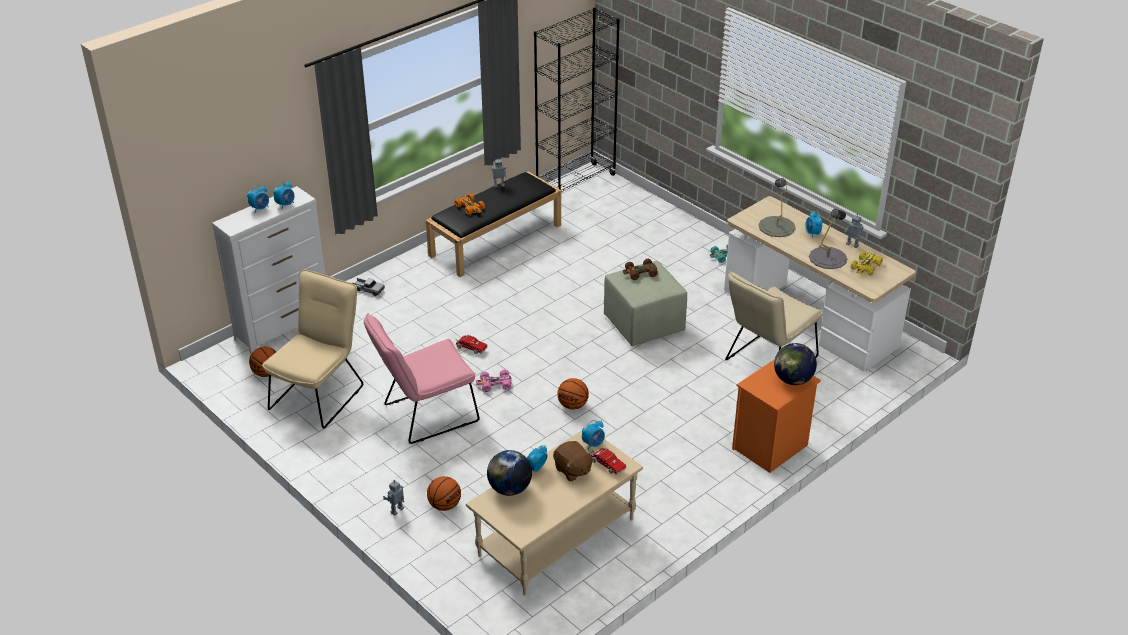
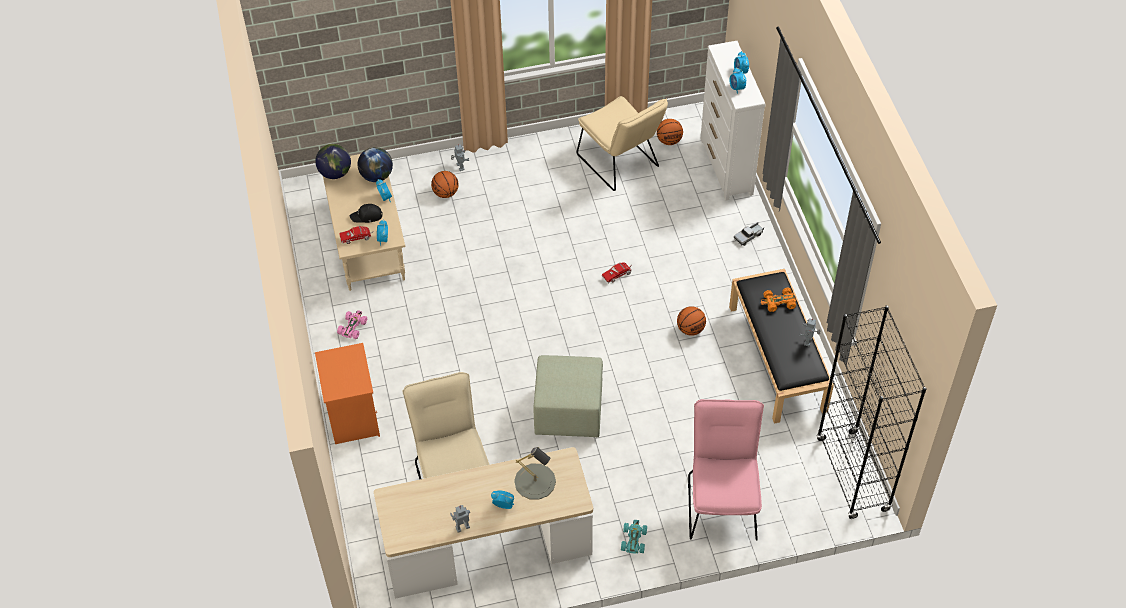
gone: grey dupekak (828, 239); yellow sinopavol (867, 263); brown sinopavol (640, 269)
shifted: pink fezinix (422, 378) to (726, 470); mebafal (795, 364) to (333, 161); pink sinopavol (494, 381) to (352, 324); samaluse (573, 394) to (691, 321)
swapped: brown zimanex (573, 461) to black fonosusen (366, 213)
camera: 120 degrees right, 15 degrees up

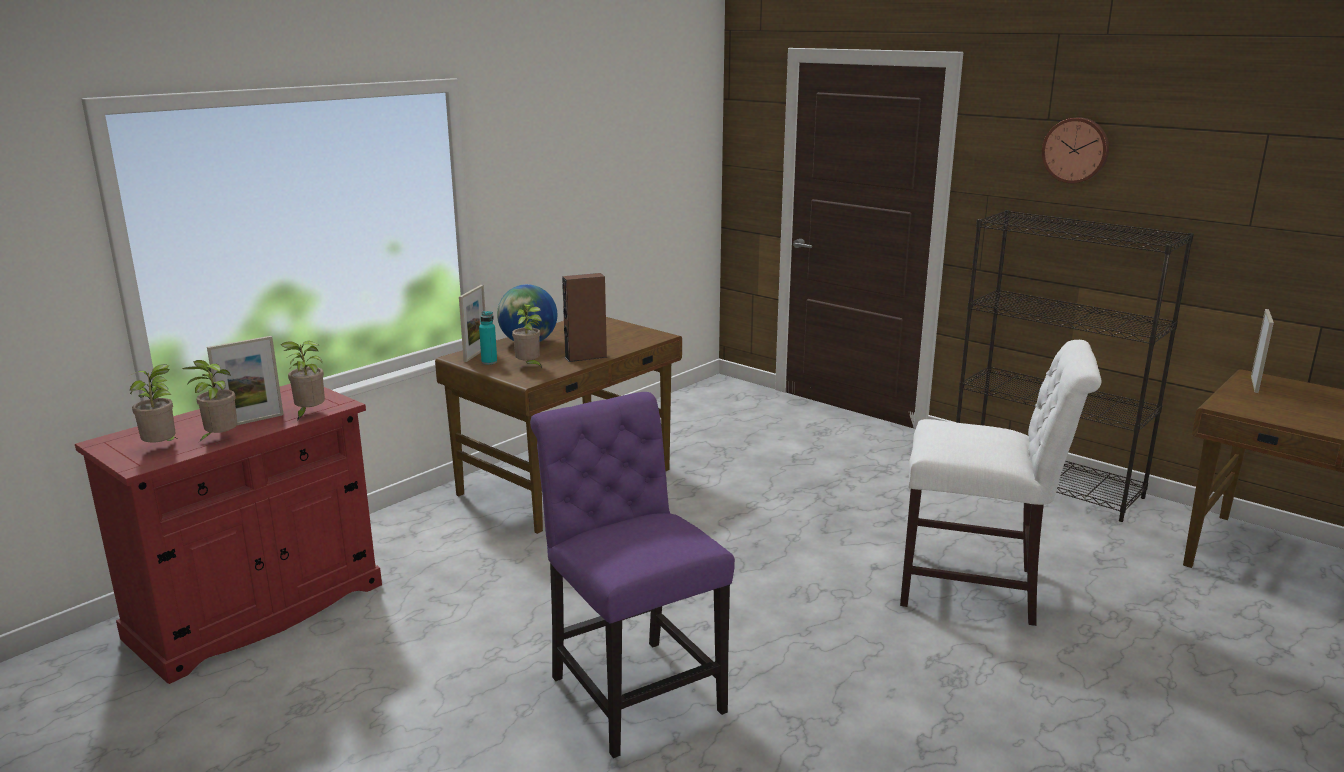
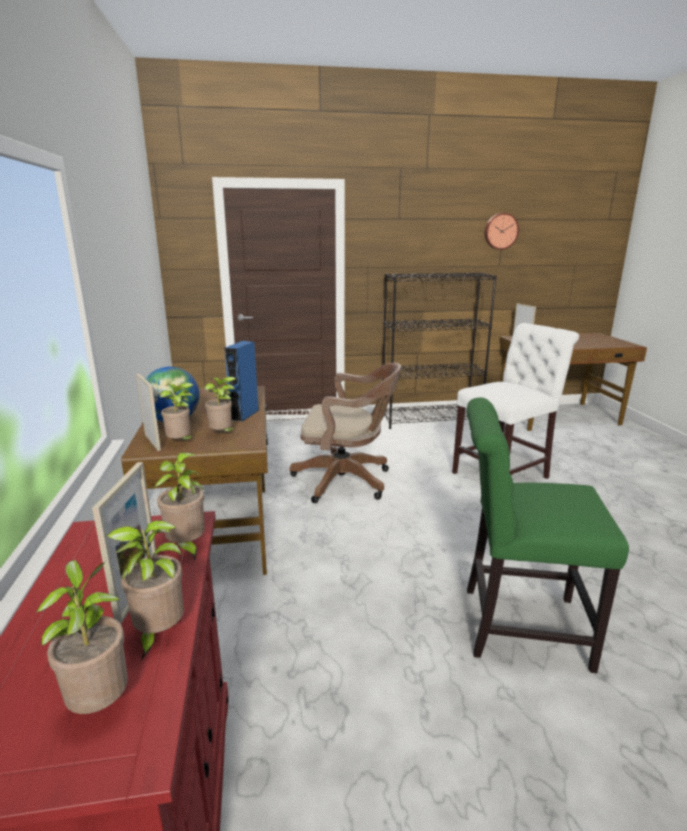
new: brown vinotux (345, 433)
shifted: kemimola (1075, 150) to (502, 231)
swapped: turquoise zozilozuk (488, 338) to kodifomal (177, 411)
repainted: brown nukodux (584, 317) to blue nukodux (241, 381); purple fezinix (632, 575) to green fezinix (548, 535)
camera: 50 degrees left, 0 degrees up

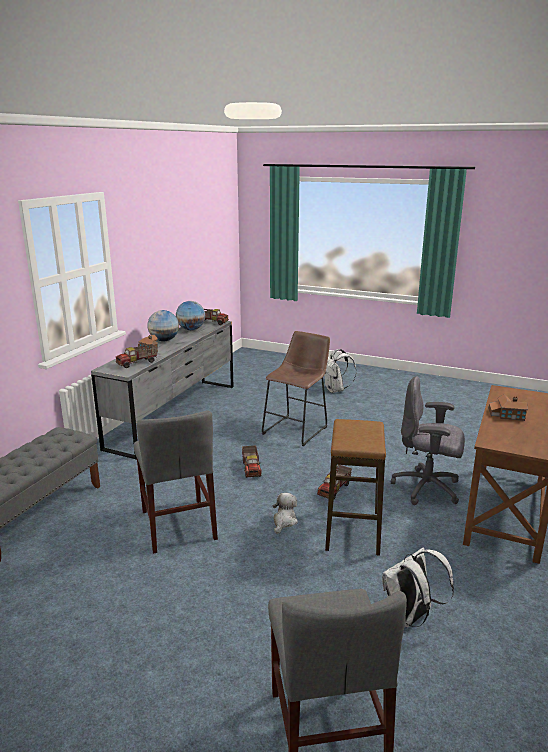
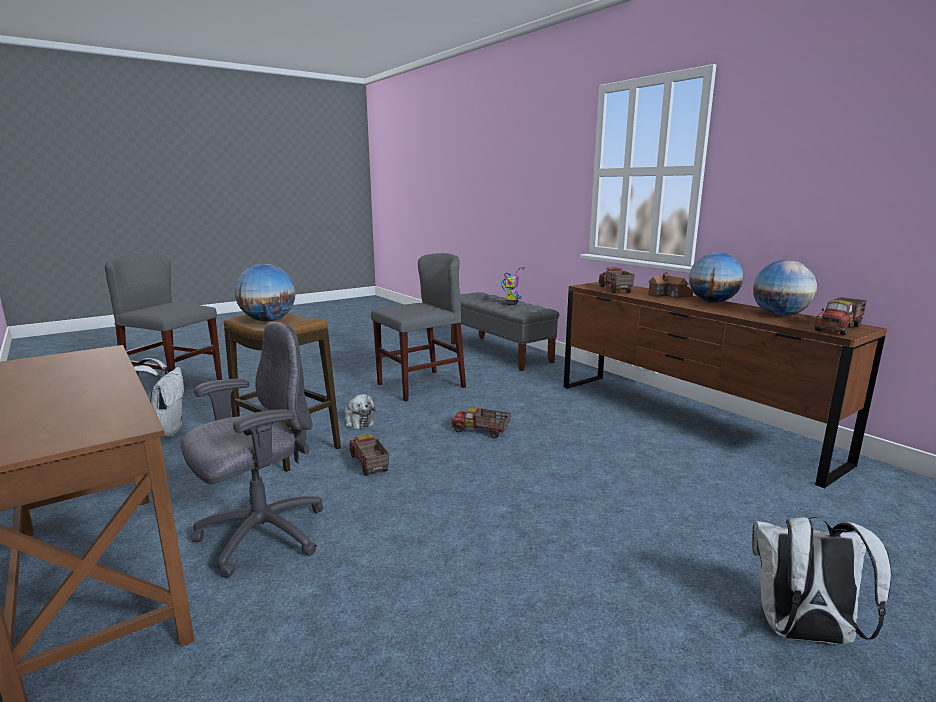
gone: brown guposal (296, 388); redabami (508, 407)
new: mebafal (265, 292); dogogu (513, 286)
repainted: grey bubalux (162, 389) to brown bubalux (725, 385)
rotated: grey fezinix (176, 482) = (418, 327) 135 degrees clockwise
camera: 120 degrees right, 5 degrees down

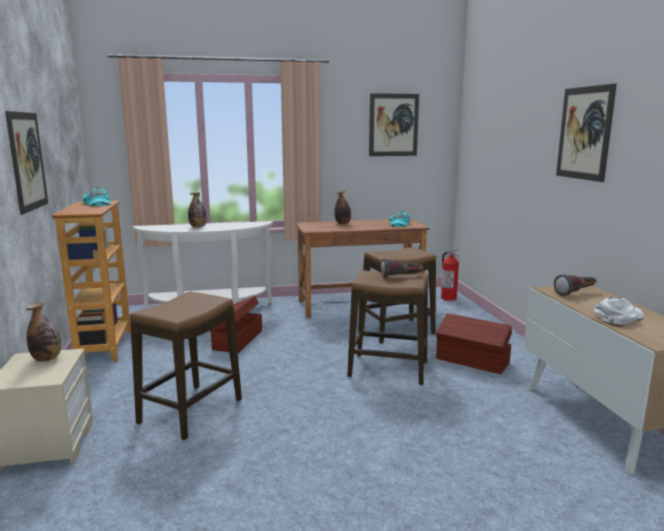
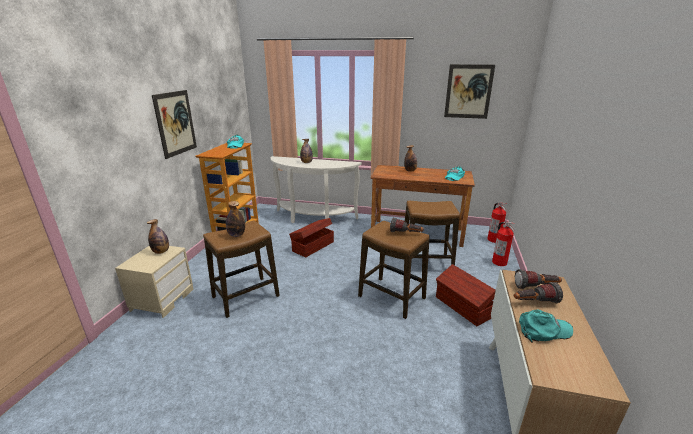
gone: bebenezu (586, 132)
new: zozilozuk (235, 219); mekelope (503, 244); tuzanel (538, 293)
repainted: white fonosusen (619, 312) to turquoise fonosusen (546, 326)
camera: 25 degrees right, 10 degrees up

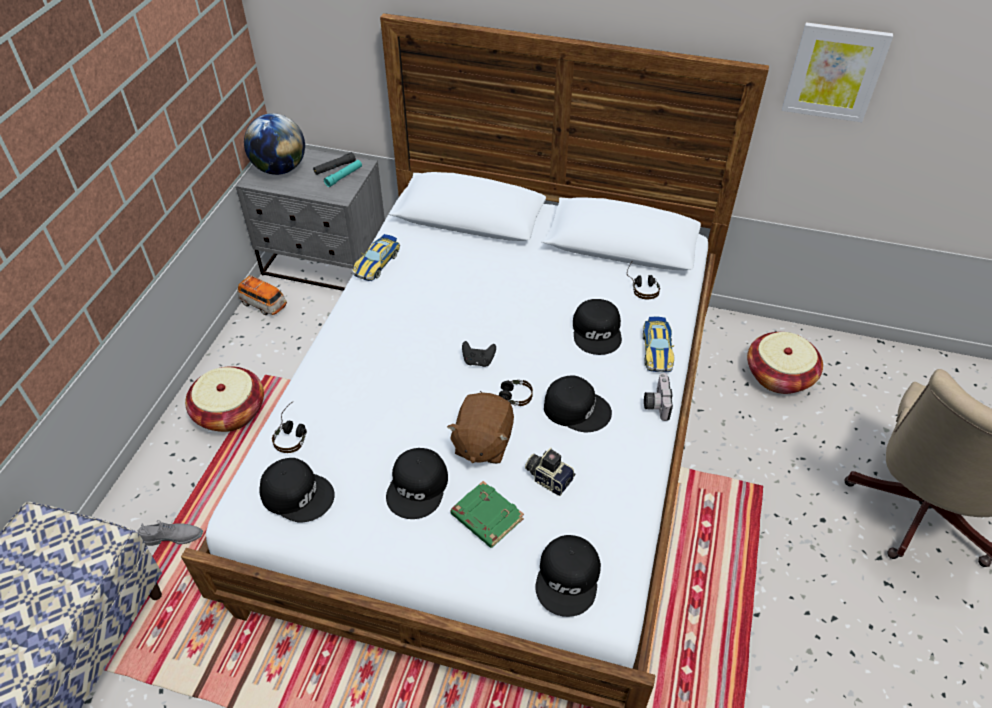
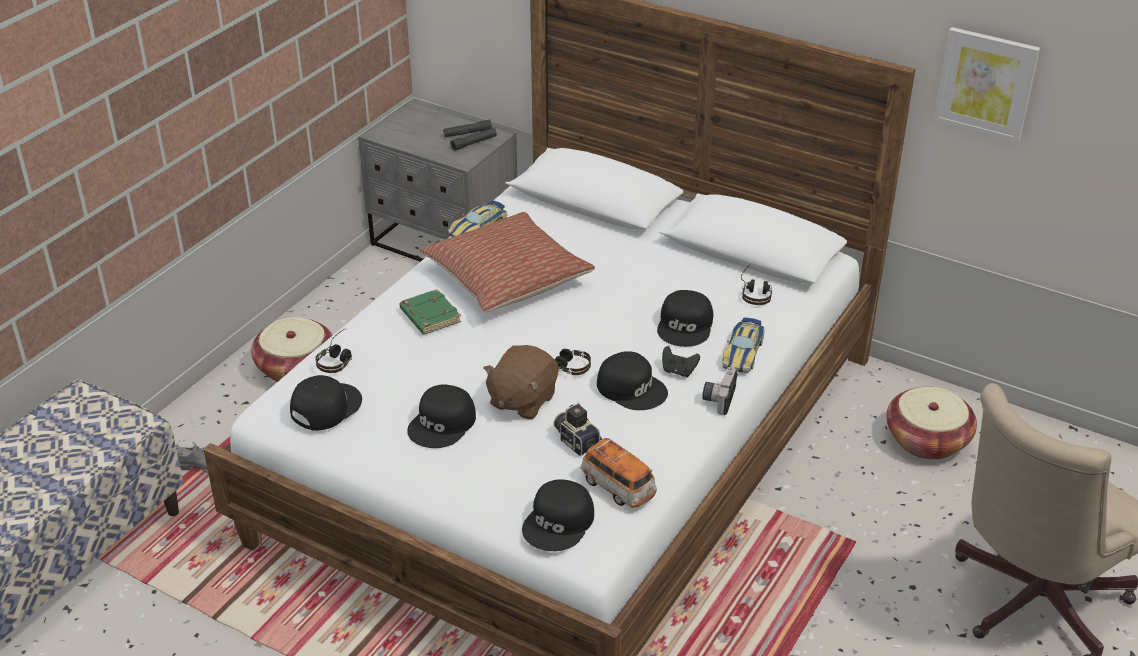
gone: mebafal (274, 144)
new: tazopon (507, 262)
shifted: sinopavol (262, 295) to (618, 473); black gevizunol (479, 354) to (681, 361); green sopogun (487, 514) to (430, 312)
repainted: turquoise tuzanel (343, 173) to black tuzanel (473, 139)
rotated: black fonosusen (297, 490) = (326, 403) 90 degrees counterclockwise
camera: 15 degrees right, 10 degrees down

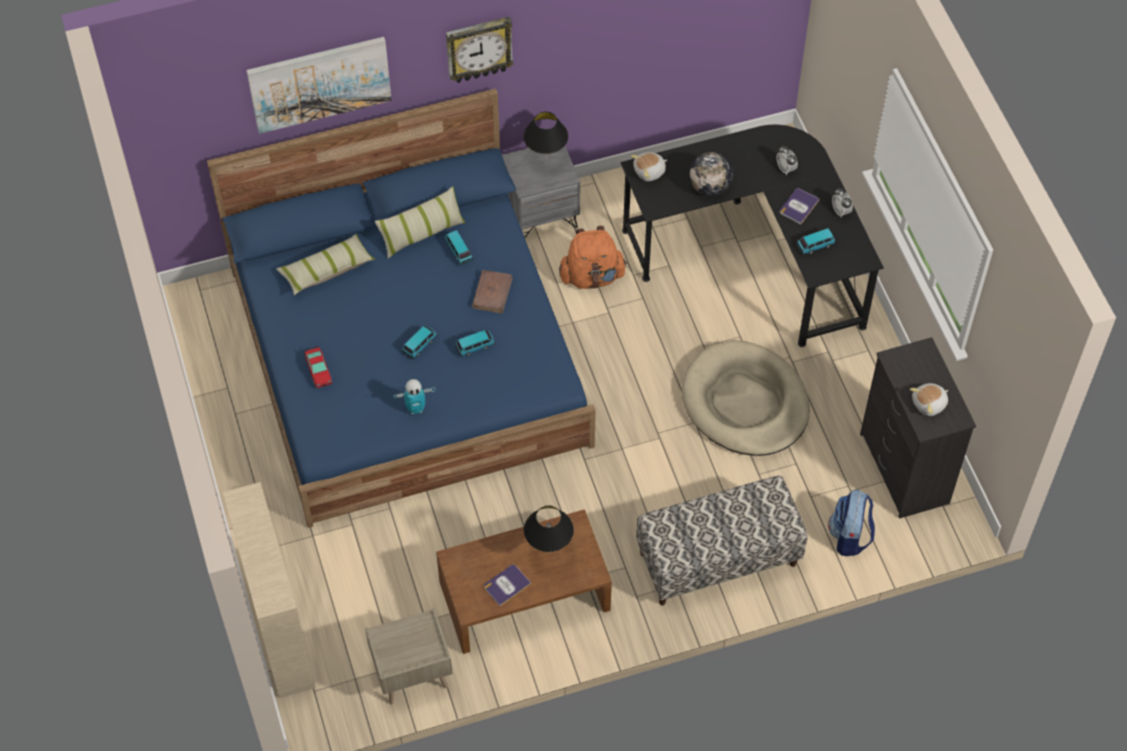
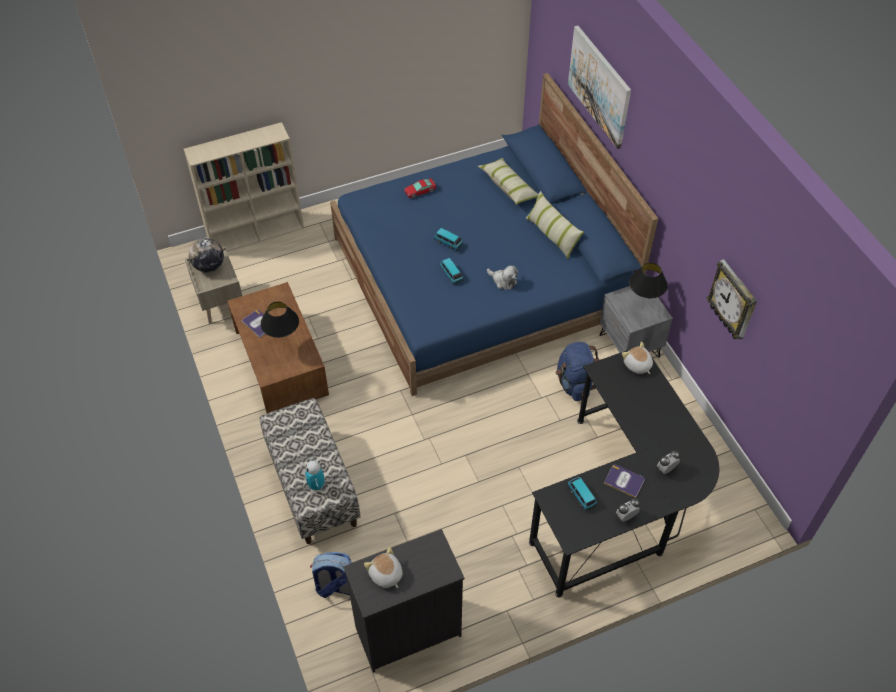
gone: sinopavol (459, 247); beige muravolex (746, 398)
shifted: kemimola (480, 49) to (732, 299); mebafal (711, 174) to (206, 255); dogogu (414, 396) to (314, 474)
swapped: brown sopogun (492, 292) to zimanex (502, 277)
repainted: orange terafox (593, 257) to blue terafox (578, 371)
camera: 85 degrees right, 5 degrees down

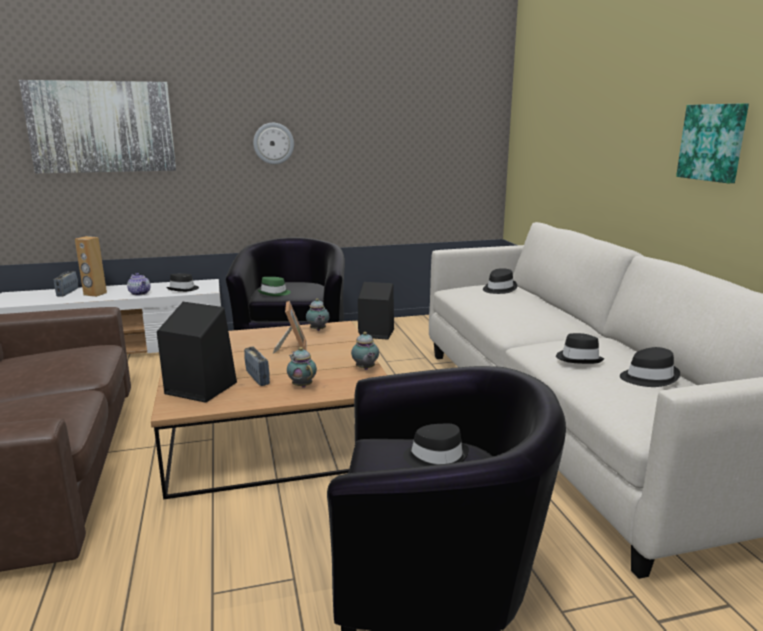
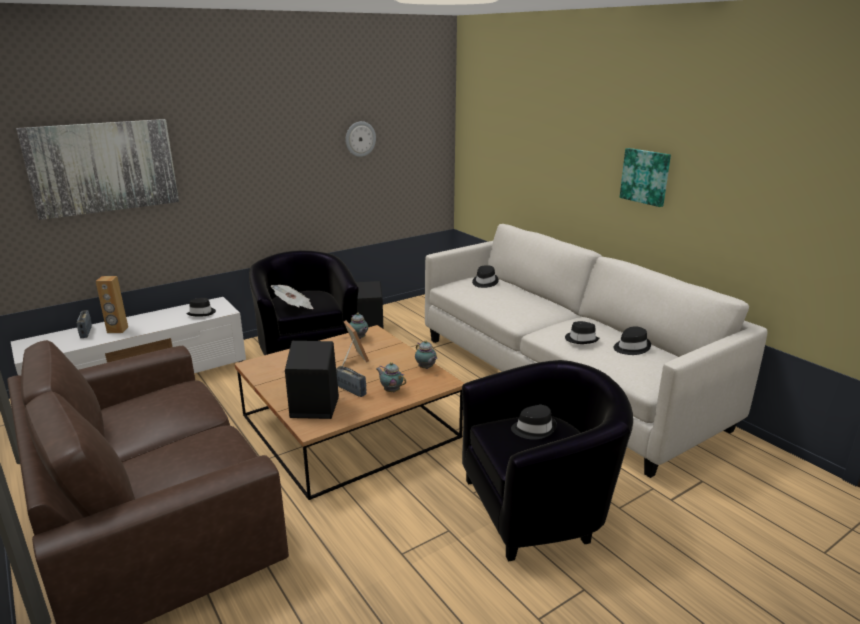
gone: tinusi (138, 284)
shifted: kemimola (273, 143) to (360, 139)
swapped: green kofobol (274, 286) to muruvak (292, 297)
camera: 20 degrees left, 5 degrees up

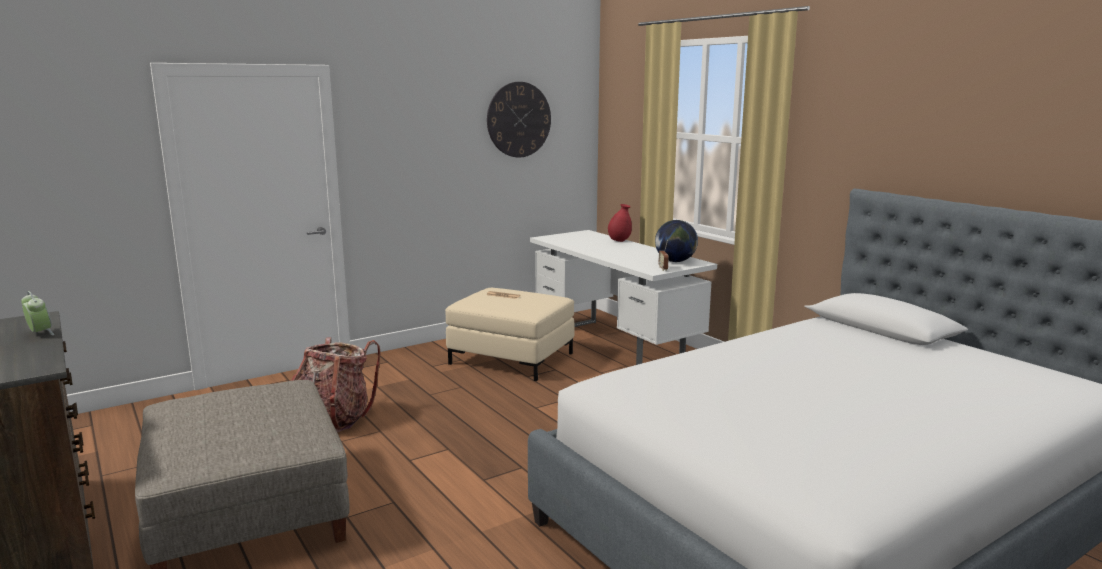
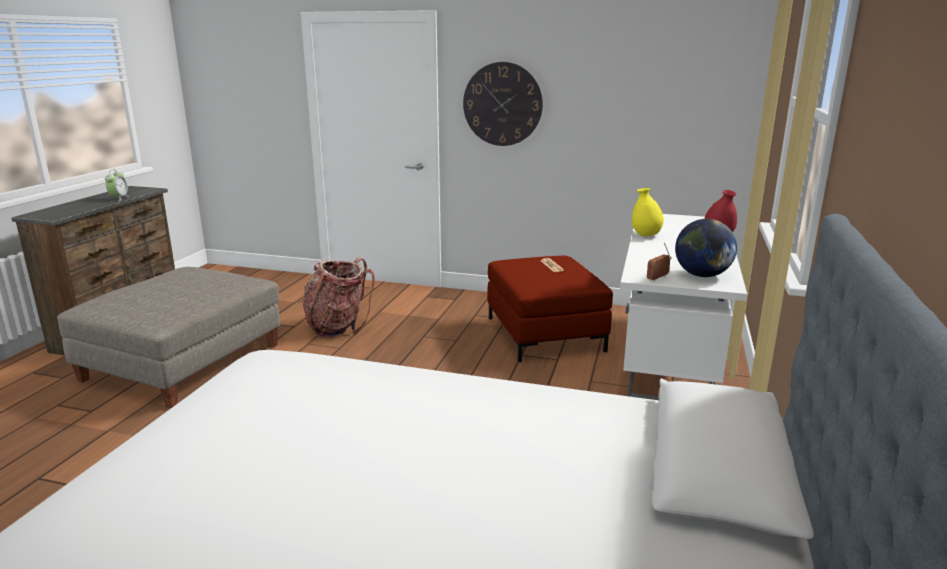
new: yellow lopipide (648, 212)
shifted: kemimola (519, 120) to (503, 104)
repainted: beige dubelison (510, 334) to red dubelison (550, 309)
camera: 50 degrees right, 5 degrees up

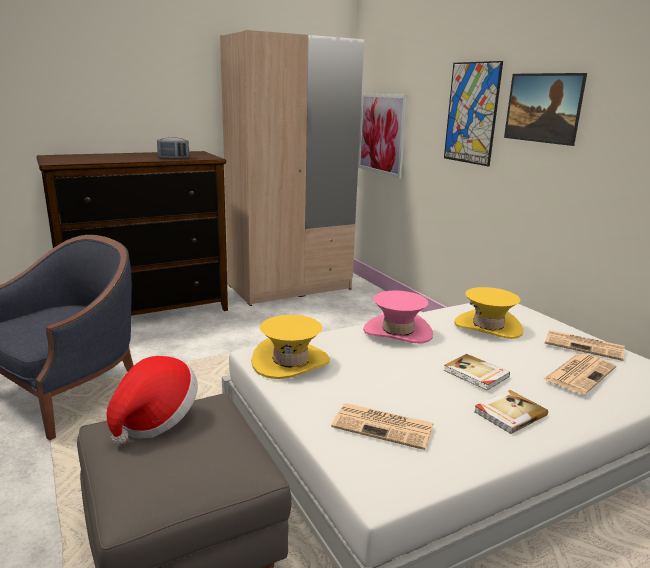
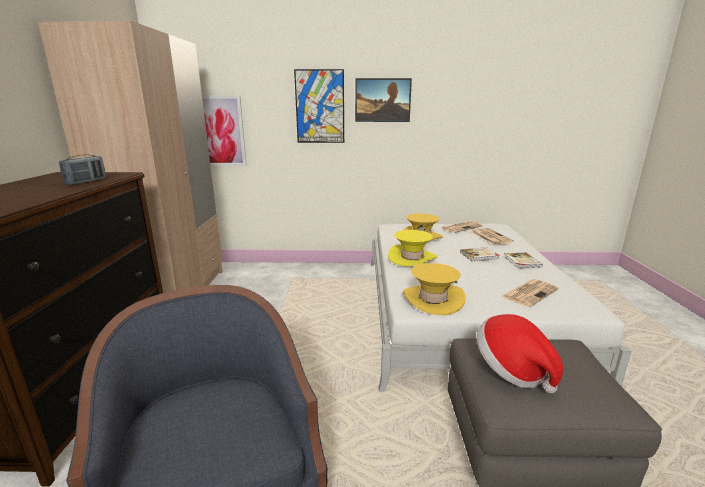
repainted: pink kofobol (398, 317) to yellow kofobol (412, 248)
camera: 60 degrees left, 0 degrees up

